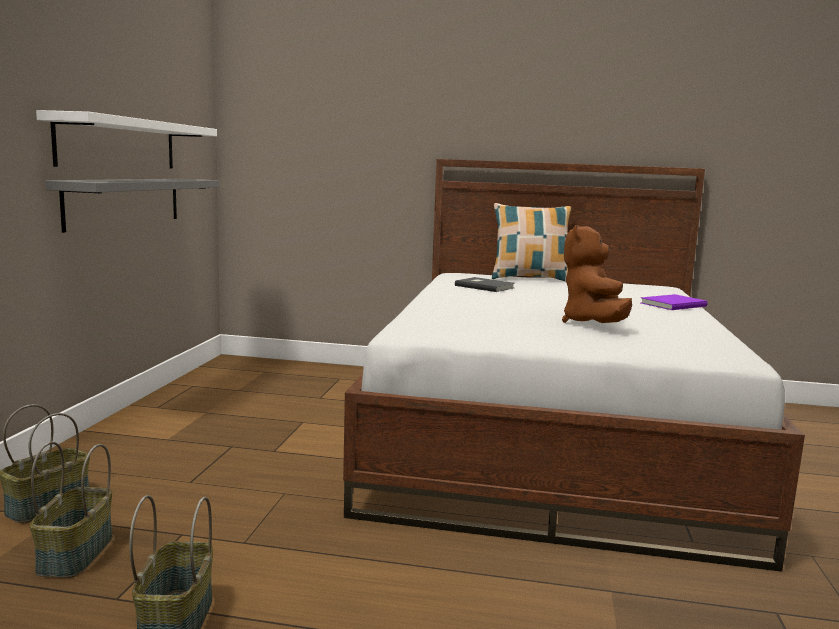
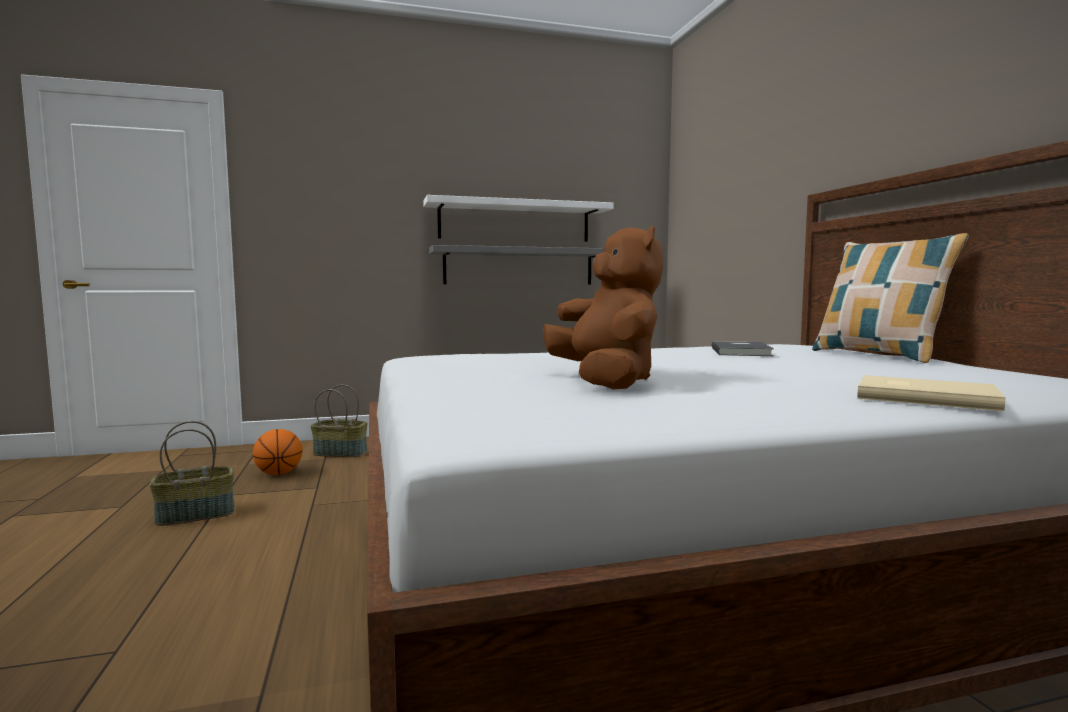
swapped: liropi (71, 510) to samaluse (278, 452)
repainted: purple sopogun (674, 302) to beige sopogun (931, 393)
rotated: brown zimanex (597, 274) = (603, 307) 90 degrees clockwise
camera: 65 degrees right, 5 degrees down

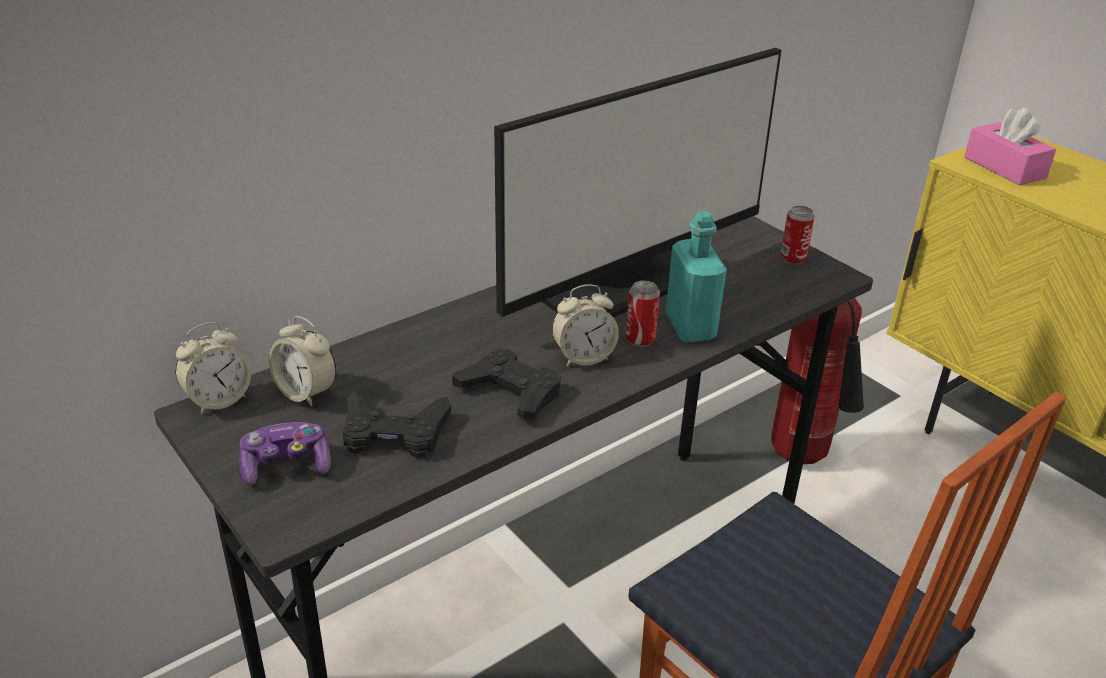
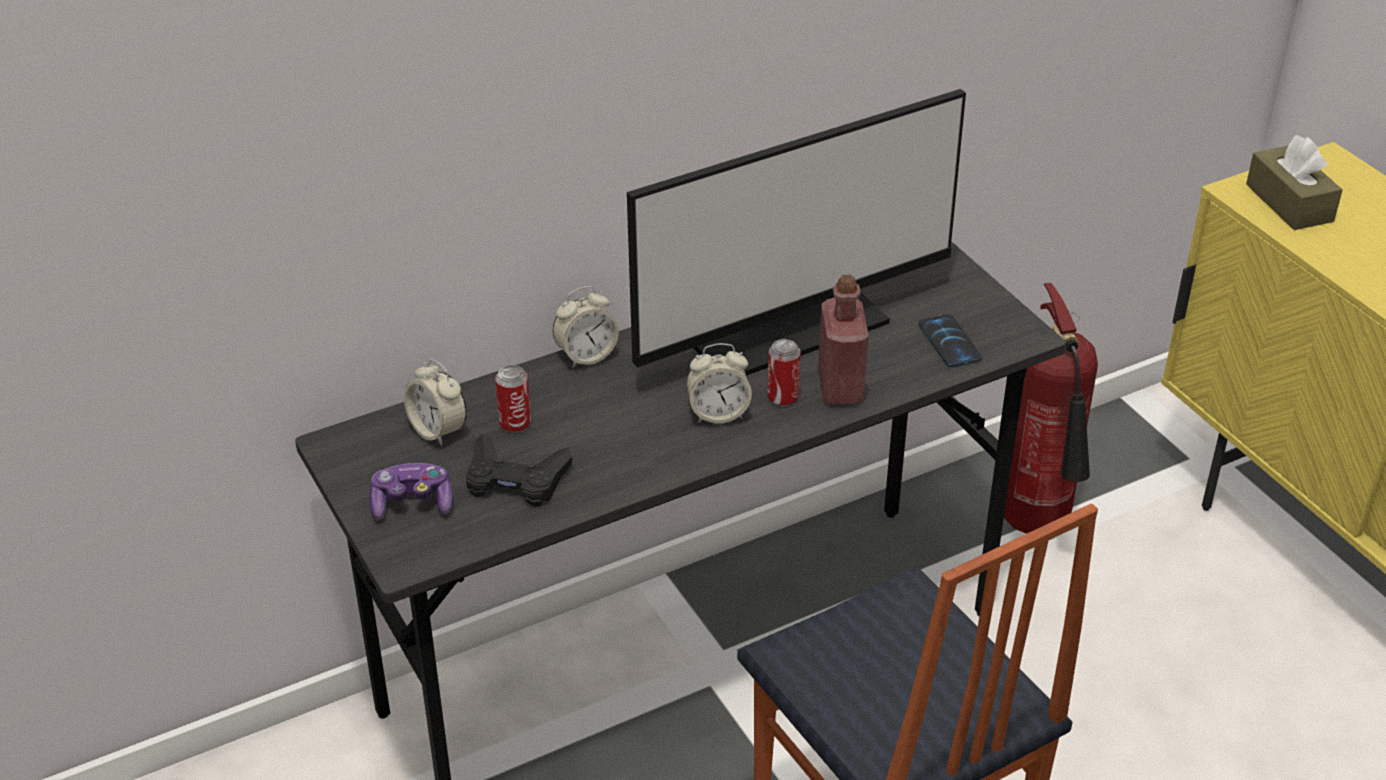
gone: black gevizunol (506, 384)
new: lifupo (950, 340)
shifted: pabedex (797, 235) to (513, 399); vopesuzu (213, 368) to (586, 327)
repainted: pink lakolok (1010, 146) to brown lakolok (1294, 182); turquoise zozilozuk (696, 276) to red zozilozuk (843, 340)
camera: 10 degrees right, 5 degrees up

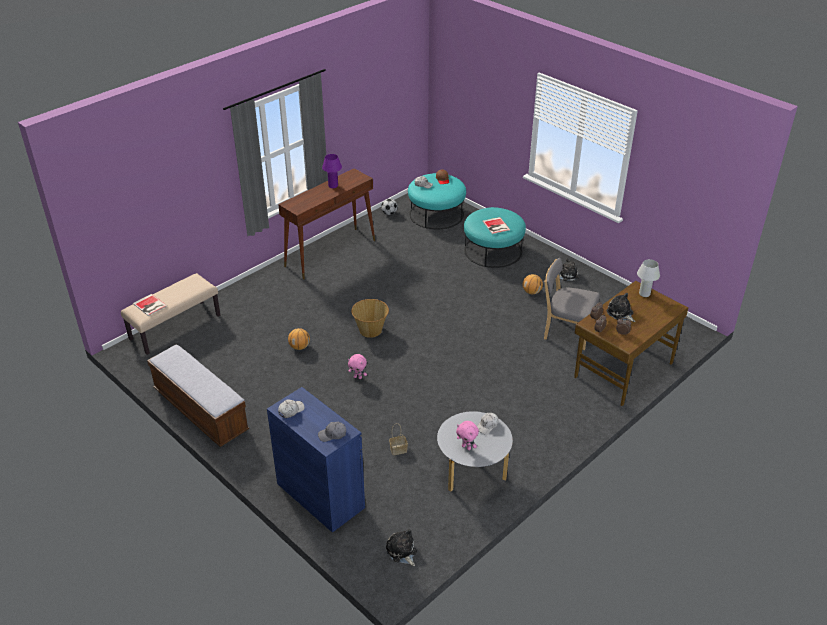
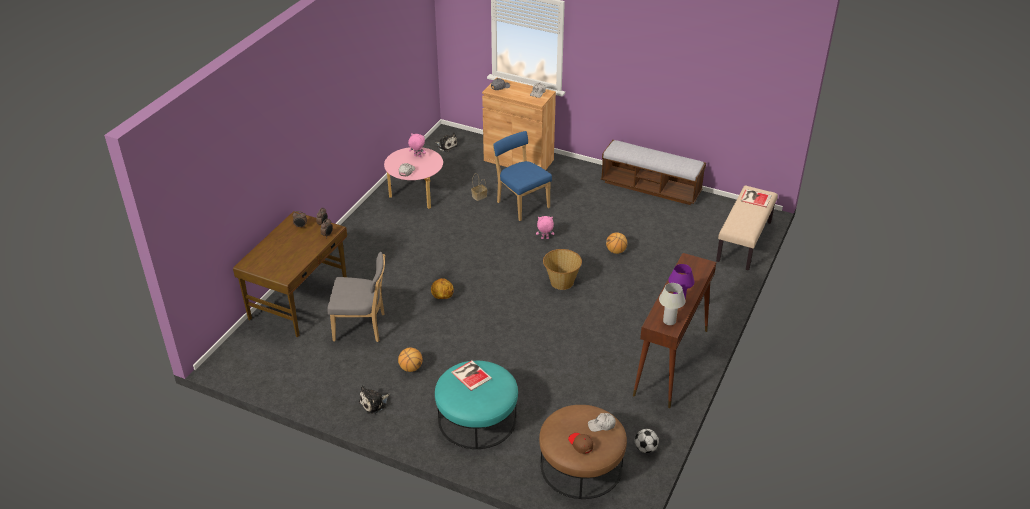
gone: zimanex (621, 307)
new: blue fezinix (522, 176); samaluse (442, 288)
shifted: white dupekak (648, 278) to (672, 304)
repainted: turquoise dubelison (437, 201) to brown dubelison (583, 452); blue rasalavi (316, 460) to brown rasalavi (519, 124); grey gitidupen (475, 451) to pink gitidupen (413, 178)
camera: 160 degrees right, 0 degrees up

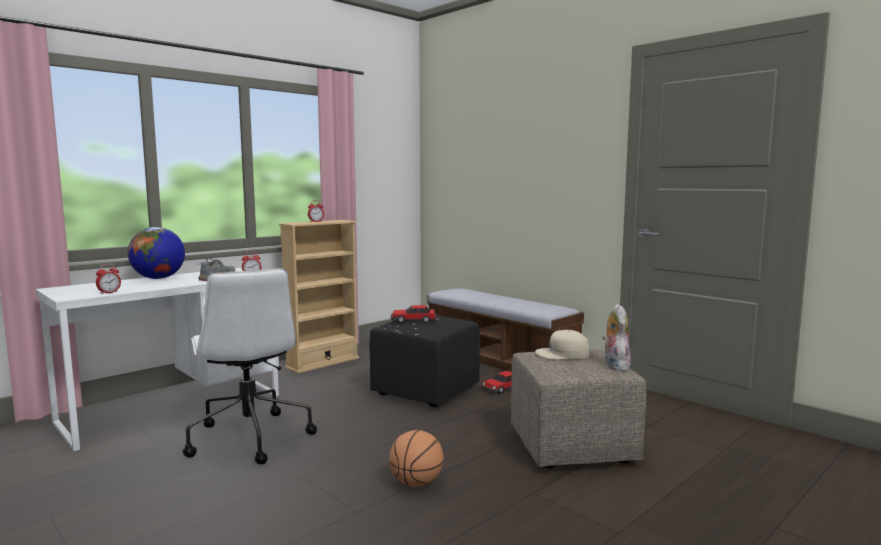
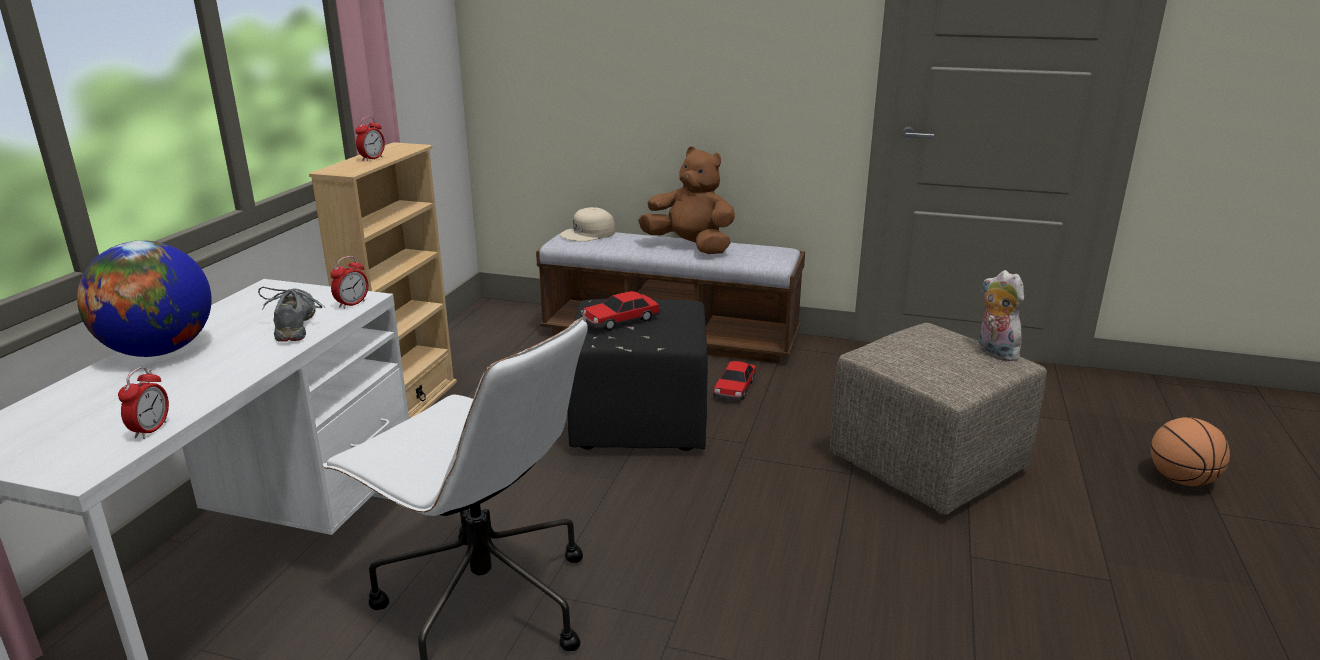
new: brown zimanex (686, 200)
shifted: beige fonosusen (562, 345) to (587, 224); samaluse (416, 458) to (1190, 451)
camera: 30 degrees left, 15 degrees up

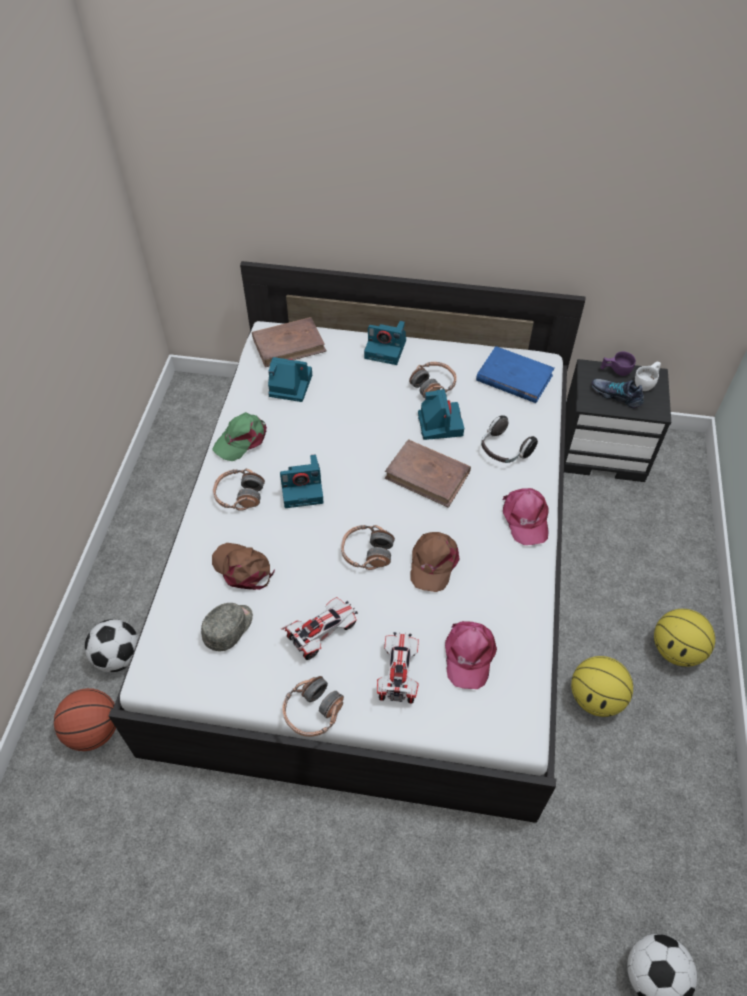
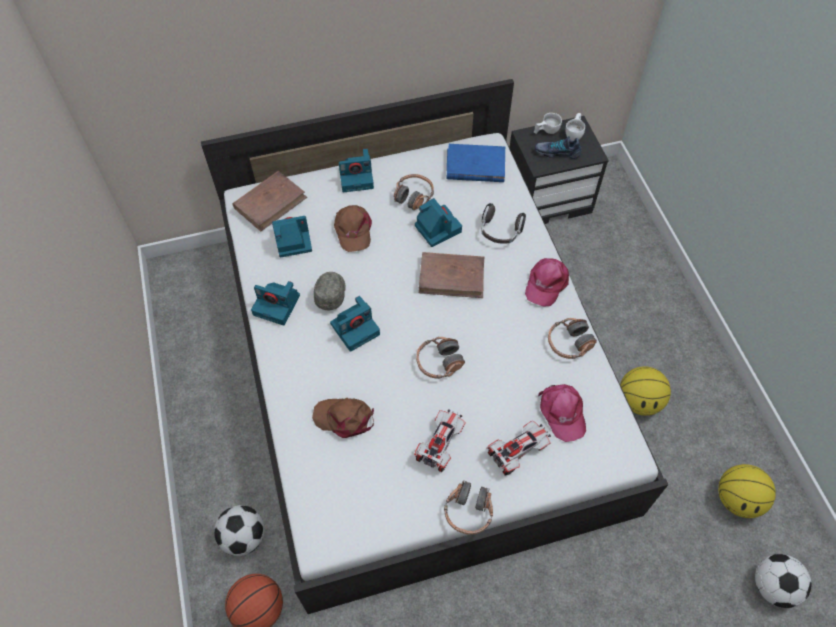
shifted: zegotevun (239, 490) to (572, 338); brown fonosusen (435, 562) to (353, 228); grey fonosusen (227, 627) to (330, 291); samaluse (684, 638) to (747, 491)
swapped: green fonosusen (239, 436) to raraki (275, 303)
repainted: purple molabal (618, 363) to white molabal (548, 123)
rotated: pink fonosusen (526, 516) = (547, 282) 60 degrees clockwise; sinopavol (398, 668) = (519, 448) 75 degrees clockwise
camera: 25 degrees left, 5 degrees up

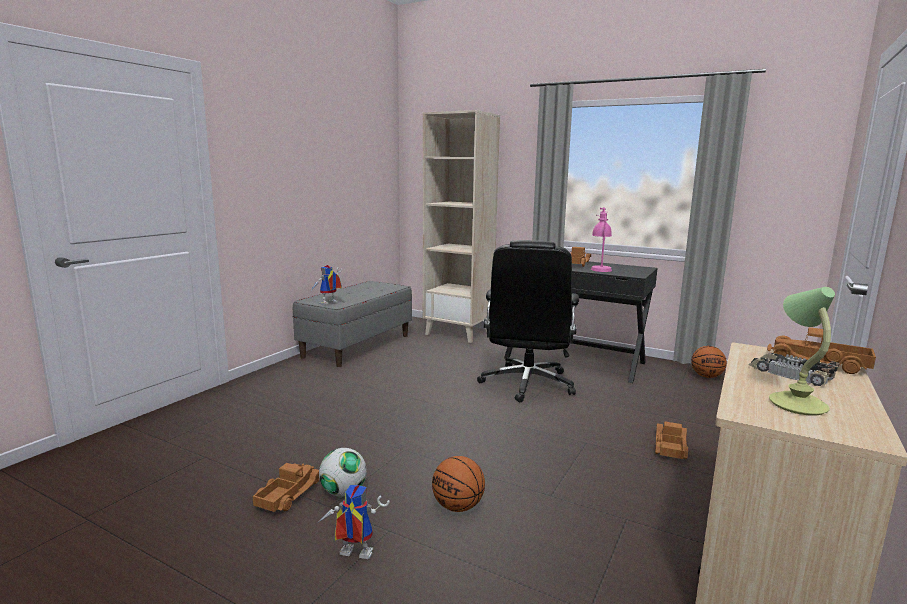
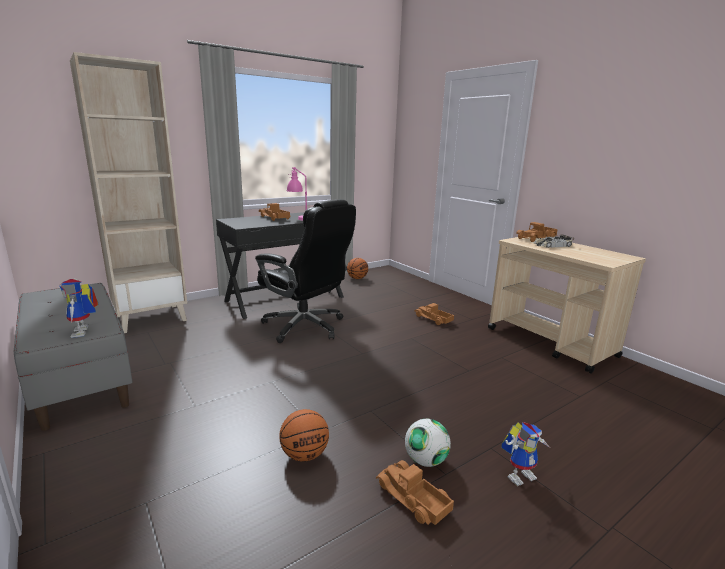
gone: dupekak (802, 351)
shifted: samaluse (458, 484) to (304, 435)
rotated: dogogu (353, 522) = (525, 454) 150 degrees counterclockwise
camera: 65 degrees left, 5 degrees up

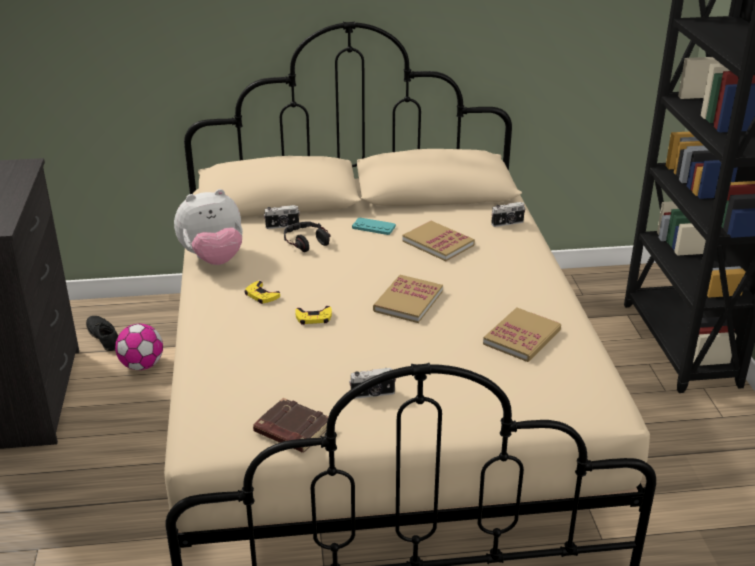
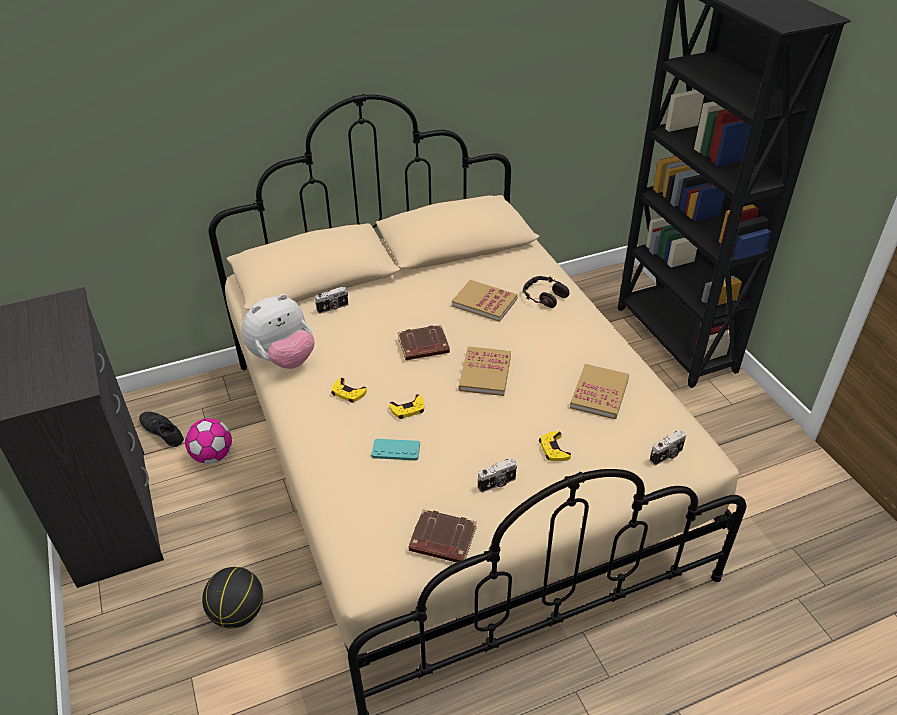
new: brown sopogun (424, 342); yellow gevizunol (555, 446); samaluse (232, 597)
shifted: raraki (508, 214) to (668, 447); turquoise gevizunol (374, 226) to (395, 450); zegotevun (307, 236) to (546, 292)
camera: 15 degrees left, 10 degrees up

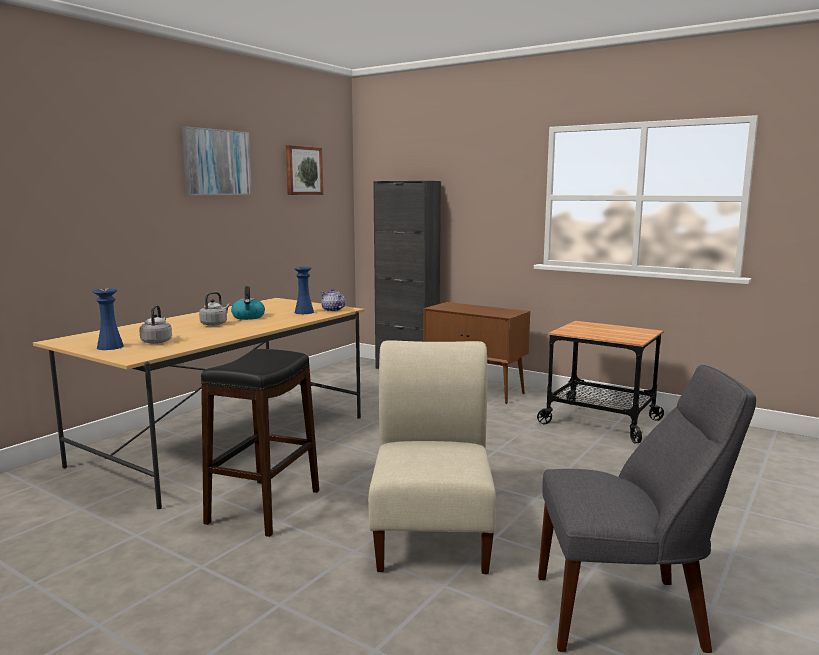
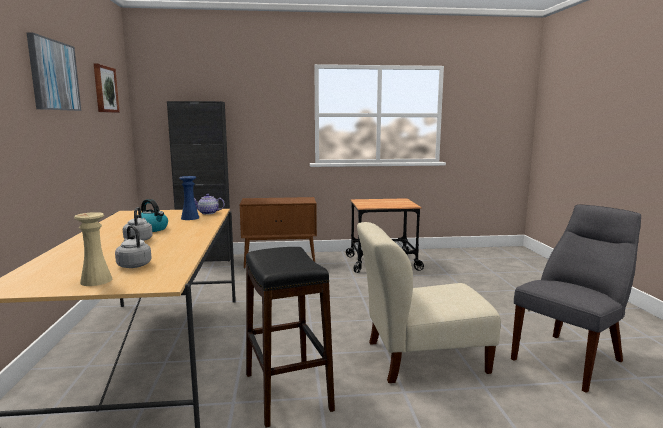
repainted: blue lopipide (108, 319) to beige lopipide (93, 249)
rotated: beige fezinix (432, 457) = (429, 302) 60 degrees counterclockwise
camera: 40 degrees left, 0 degrees up

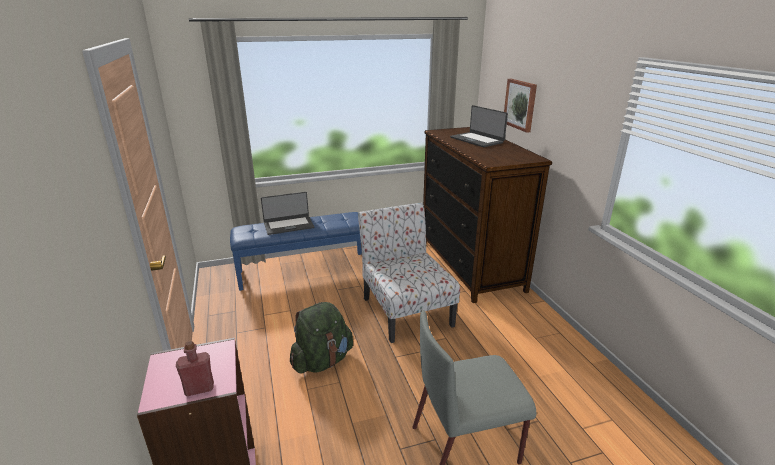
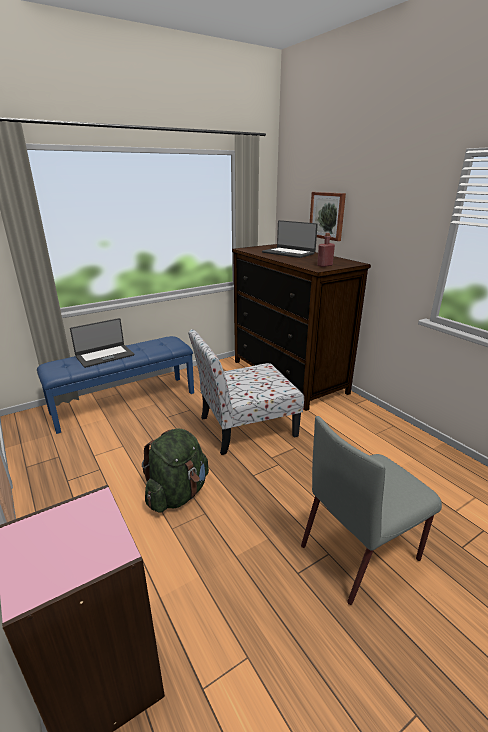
shifted: red zozilozuk (195, 368) to (326, 250)
rotated: fezinix (409, 273) = (246, 392) 75 degrees counterclockwise
camera: 15 degrees left, 0 degrees up

